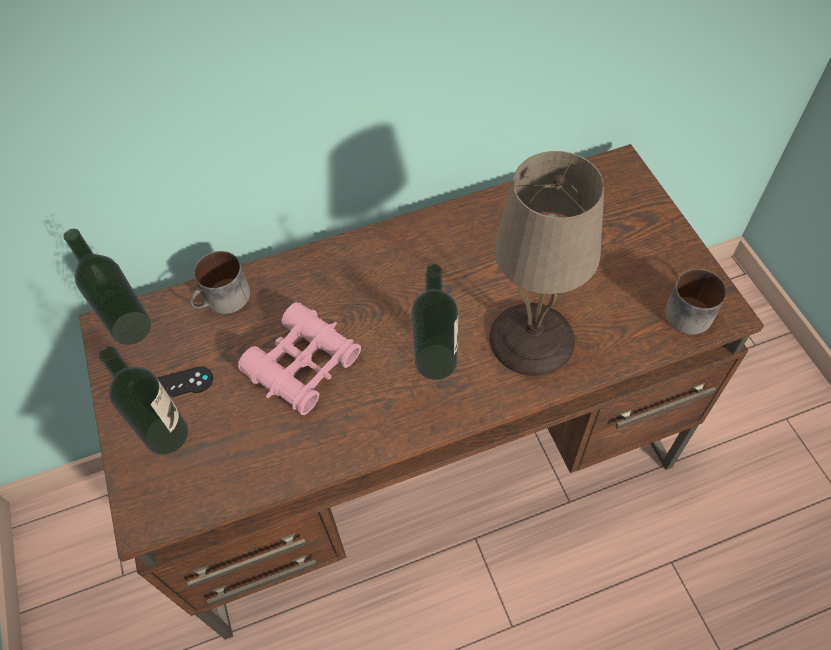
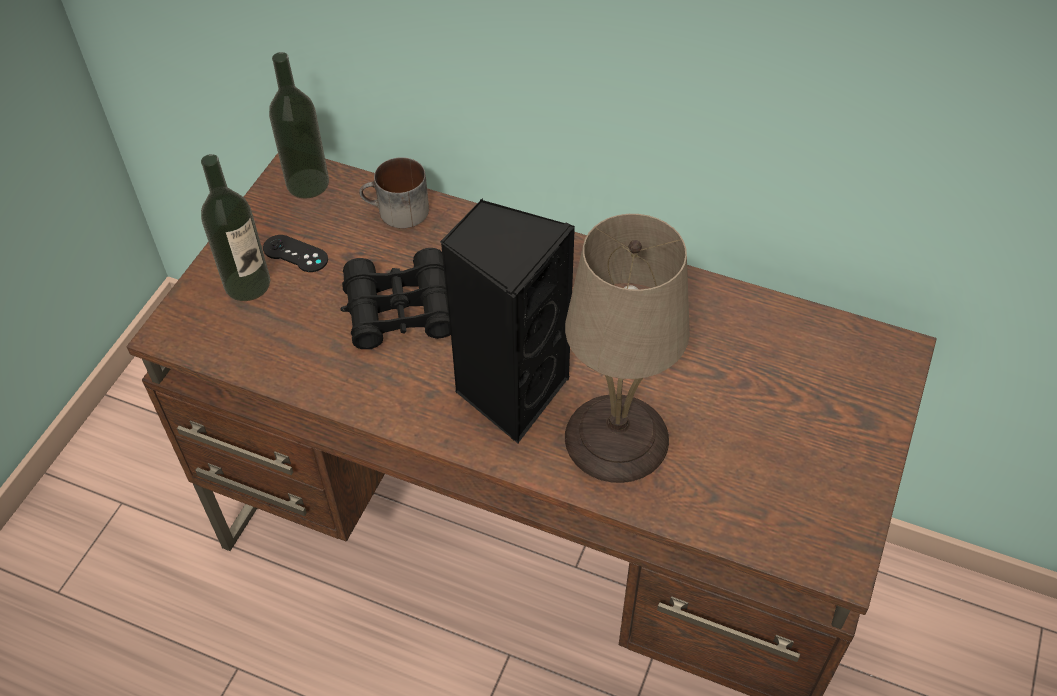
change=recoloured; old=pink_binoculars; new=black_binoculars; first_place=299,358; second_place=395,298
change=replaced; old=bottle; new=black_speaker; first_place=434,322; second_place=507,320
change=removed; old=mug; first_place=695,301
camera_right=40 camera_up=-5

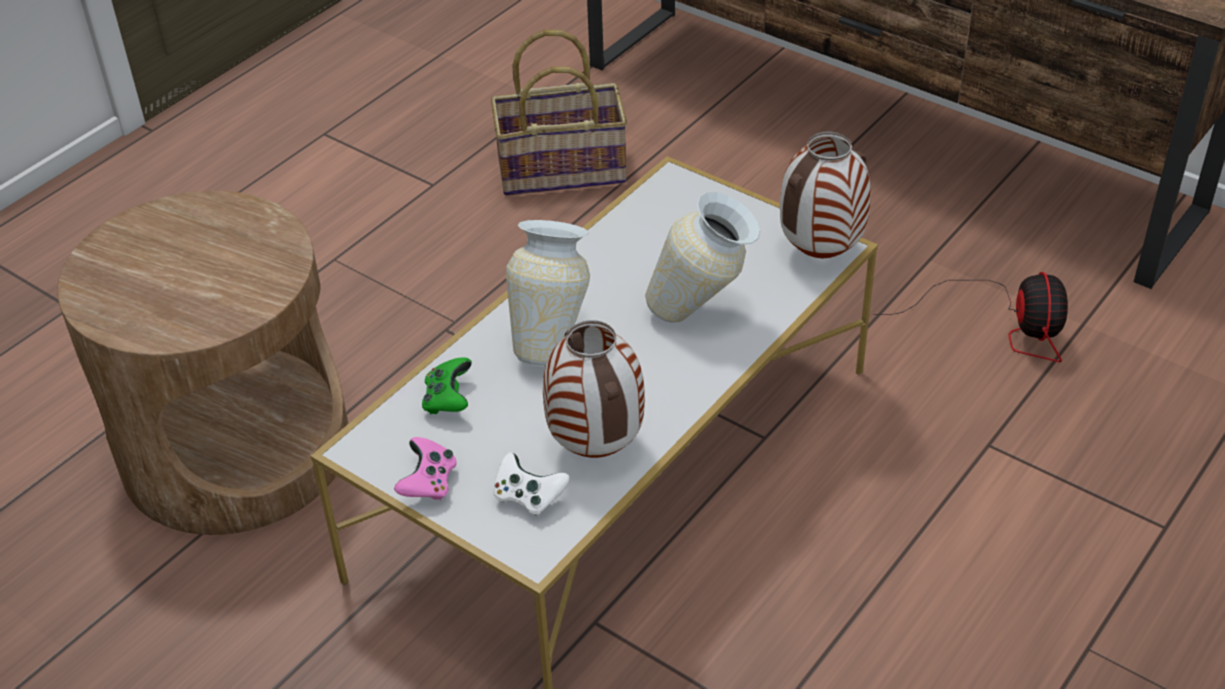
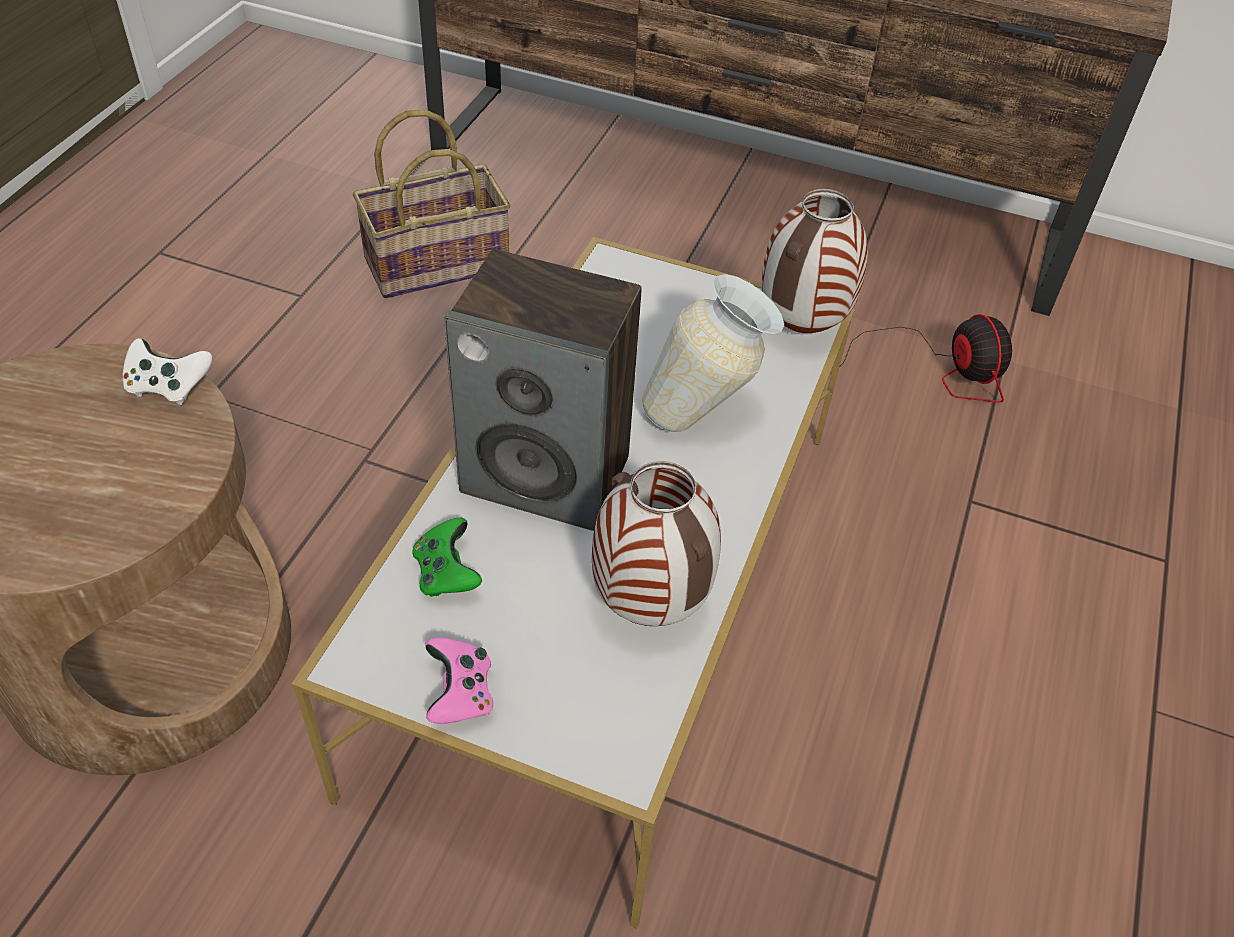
change=moved; old=white_game_controller; first_place=531,484; second_place=167,371
change=replaced; old=vase; new=speaker; first_place=548,293; second_place=542,390
camera_right=-20 camera_up=5

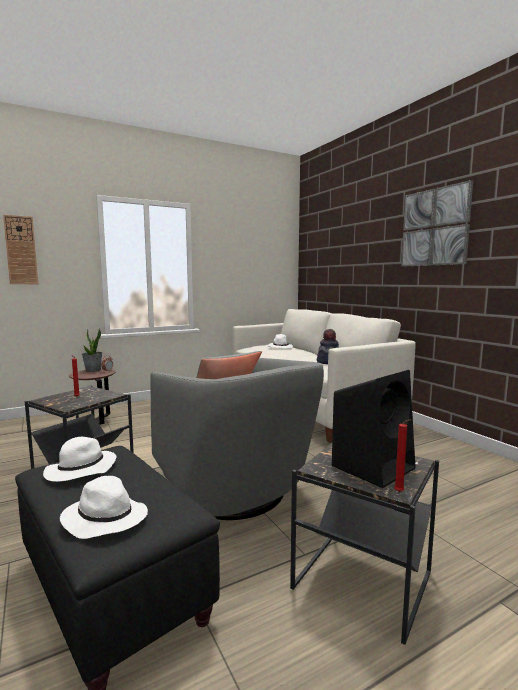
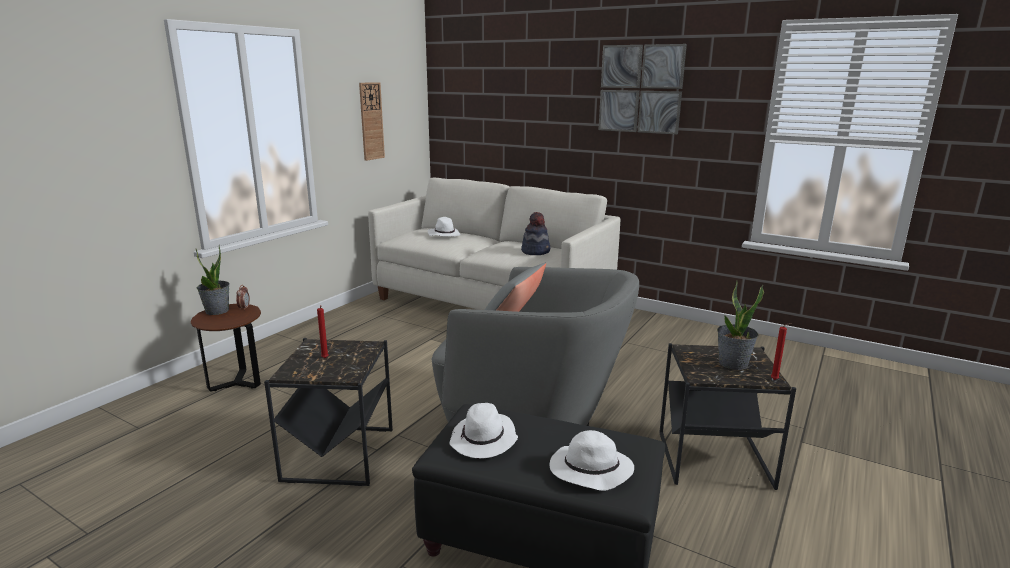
change=moved; old=wall_clock; first_place=20,249; second_place=372,121
change=replaced; old=black_speaker; new=potted_plant; first_place=373,429; second_place=740,325
camera_right=-30 camera_up=10

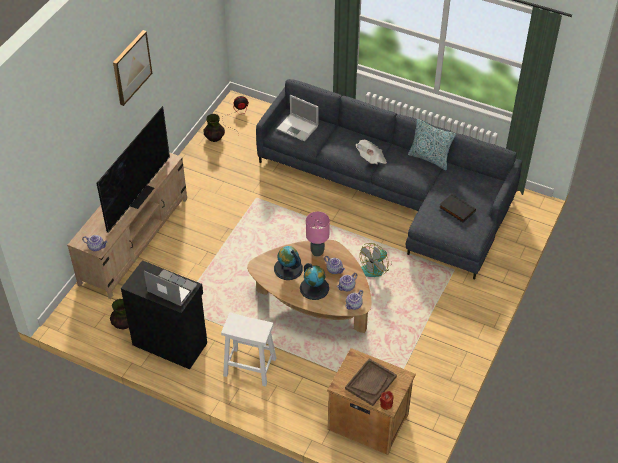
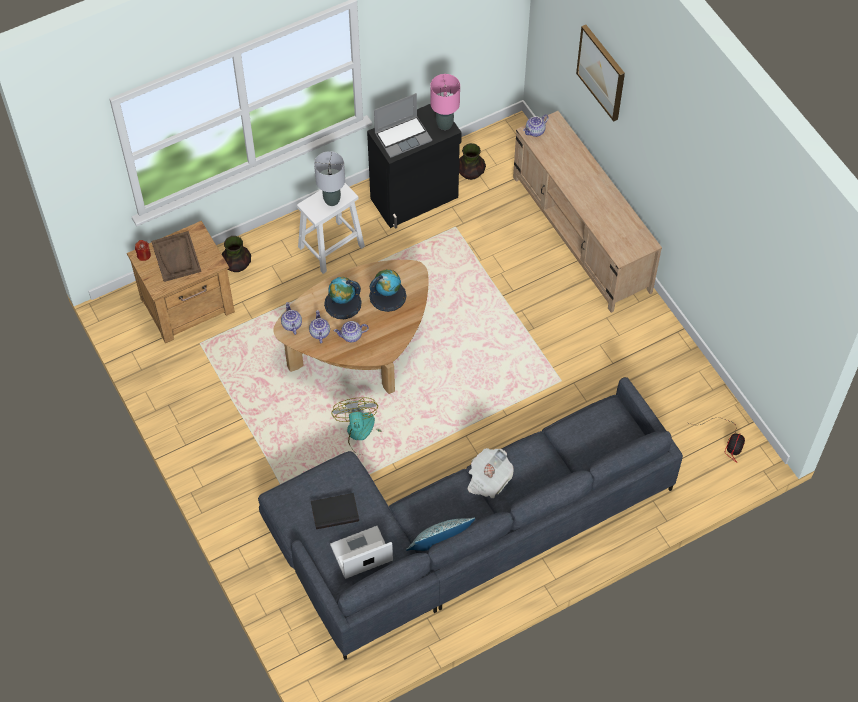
change=removed; old=television; first_place=133,169
change=moved; old=picture; first_place=132,68; second_place=600,73
change=moved; old=vase; first_place=214,128; second_place=236,254
change=moved; old=laptop; first_place=297,118; second_place=361,552
change=moved; old=pink_table_lamp; first_place=318,234; second_place=445,102
change=added; new=grey_table_lamp; second_place=329,178
camera_right=125 camera_up=10

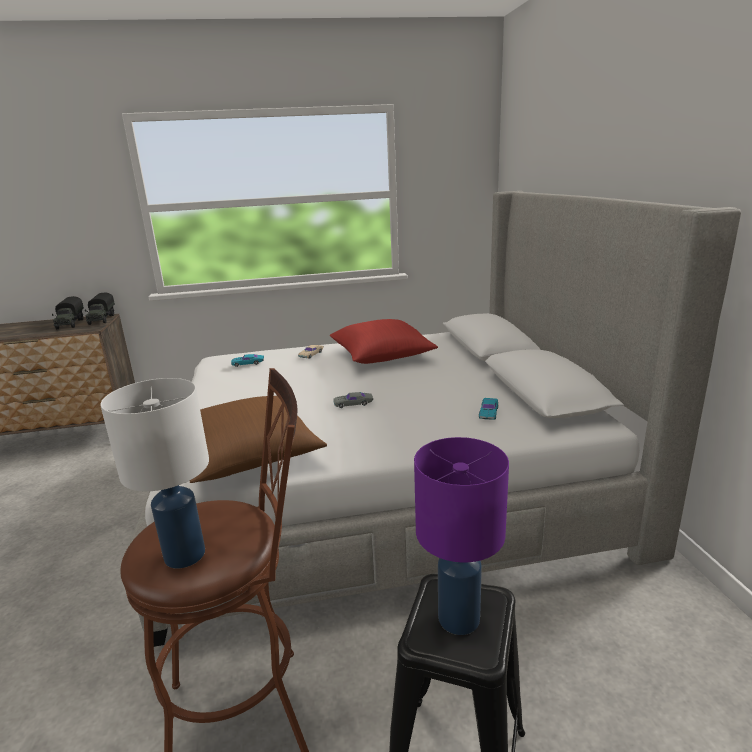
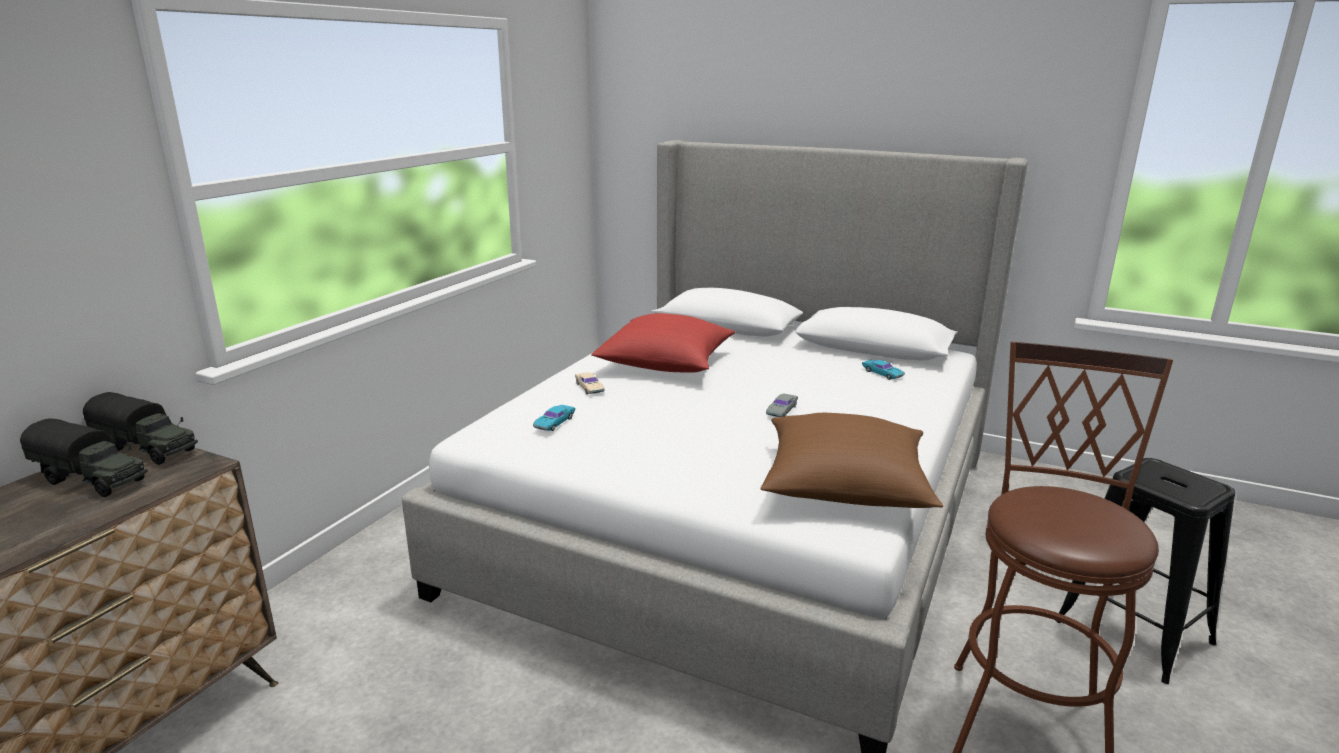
change=removed; old=white_table_lamp; first_place=155,473
change=removed; old=purple_table_lamp; first_place=461,536
camera_right=-55 camera_up=0

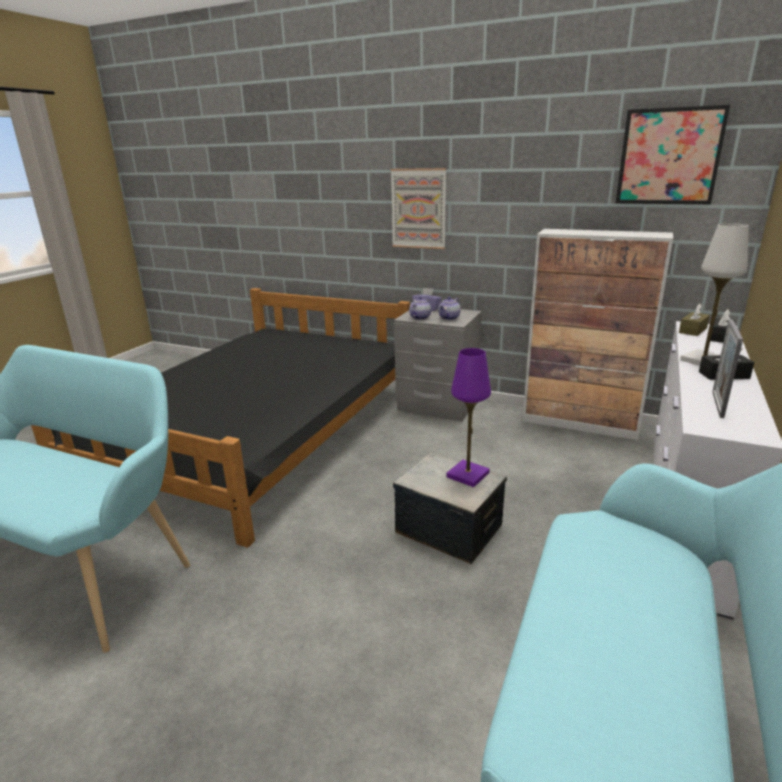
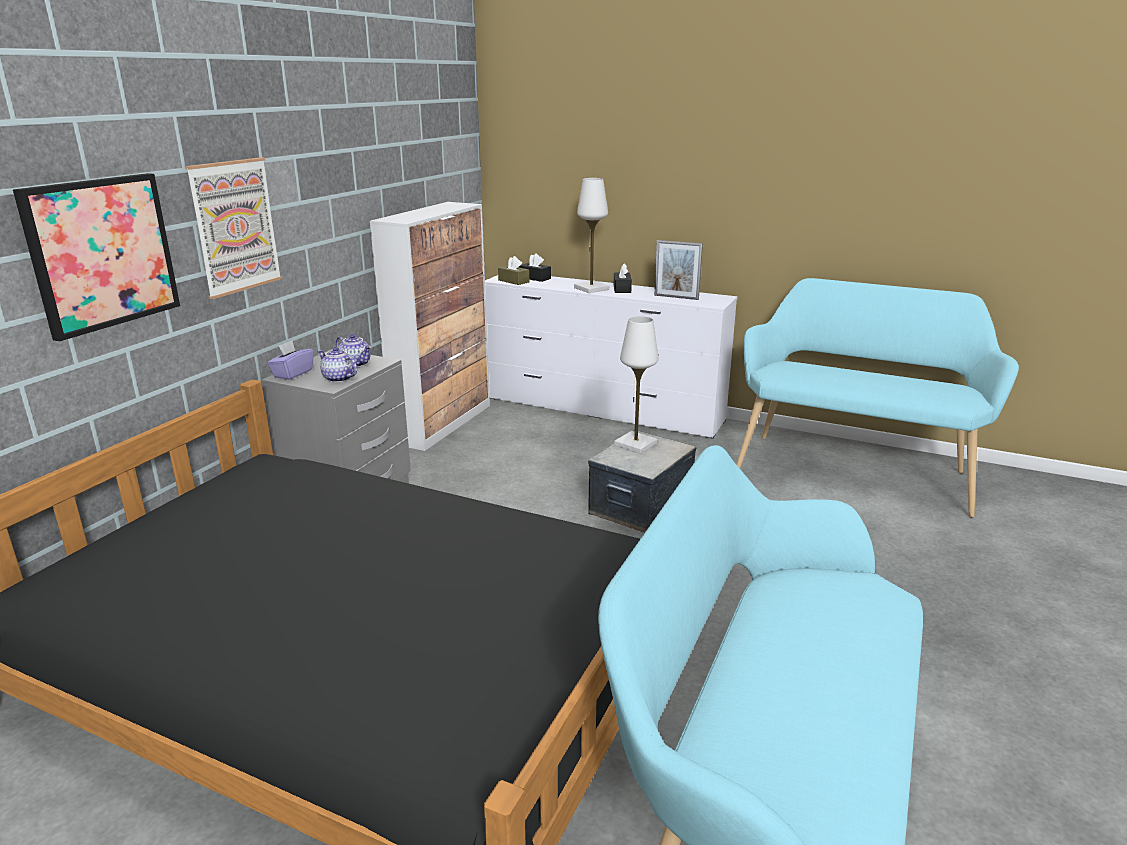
change=recoloured; old=purple_table_lamp; new=white_table_lamp; first_place=468,417; second_place=636,385
change=moved; old=picture; first_place=673,154; second_place=96,257
camera_right=-90 camera_up=0

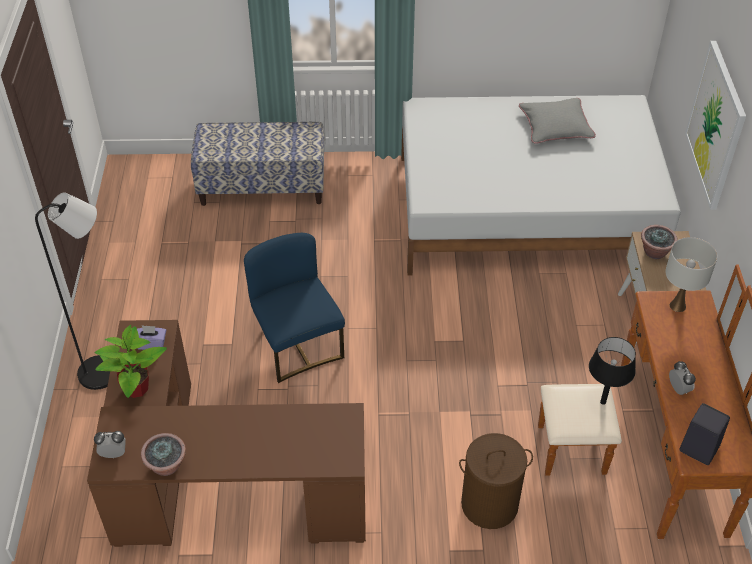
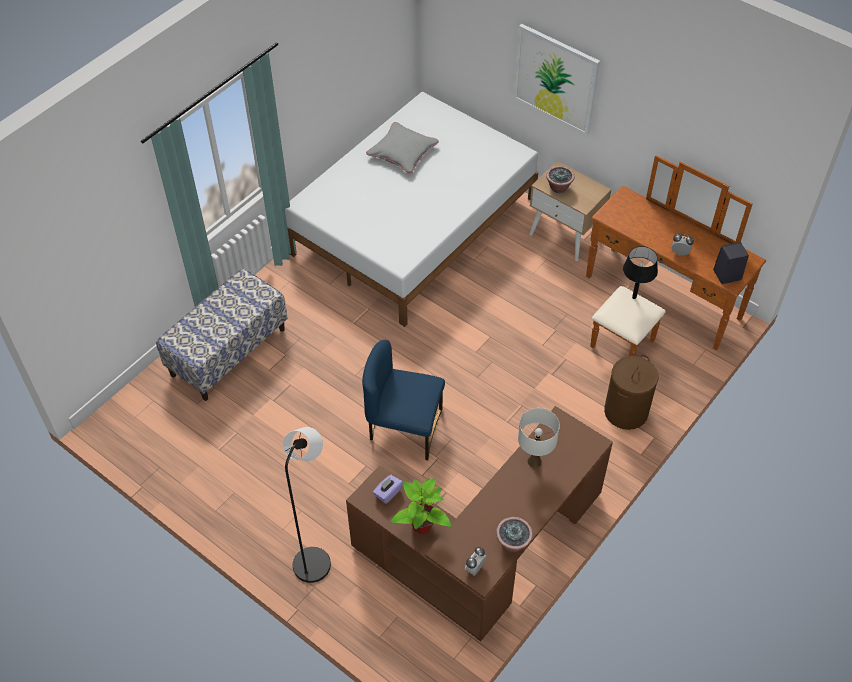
change=moved; old=white_table_lamp; first_place=691,274; second_place=539,438
camera_right=-50 camera_up=5

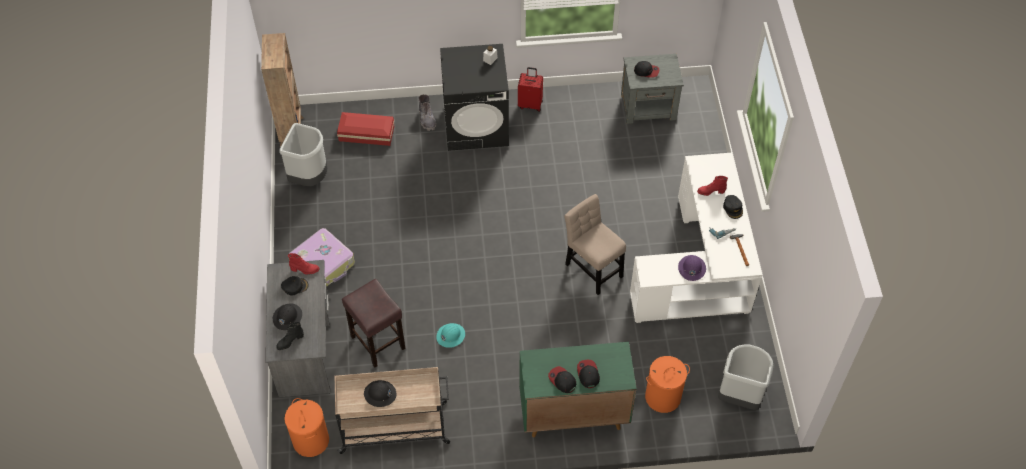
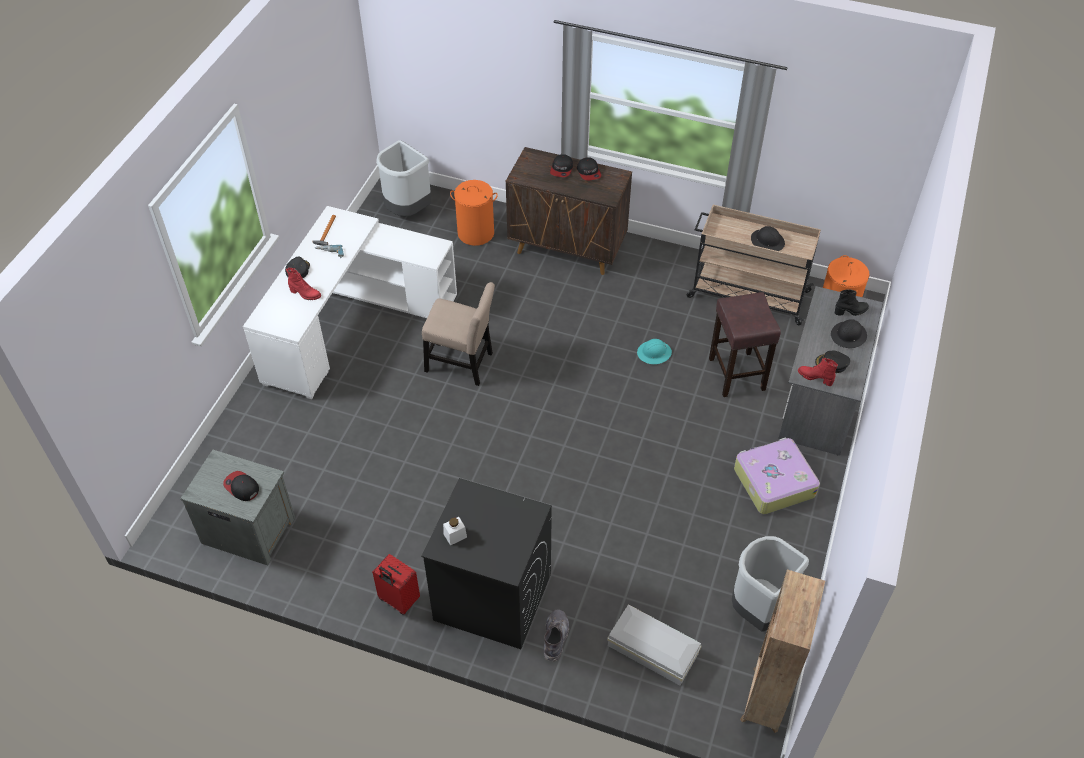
change=recoloured; old=red_storage_box; new=white_storage_box; first_place=365,129; second_place=654,645
change=recoloured; old=green_cabinet; new=brown_cabinet; first_place=578,389; second_place=569,211
change=turned; old=beige_chair; first_place=595,244; second_place=458,334; degrees=-60
change=removed; old=purple_hard_hat; first_place=692,268
camera_right=-155 camera_up=-5

